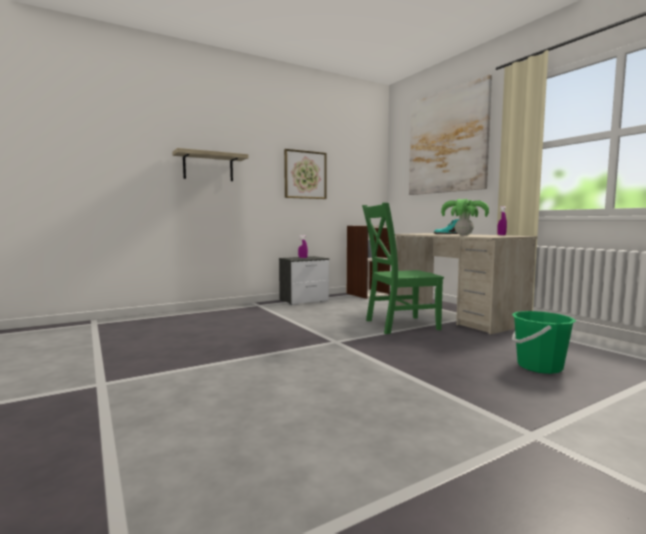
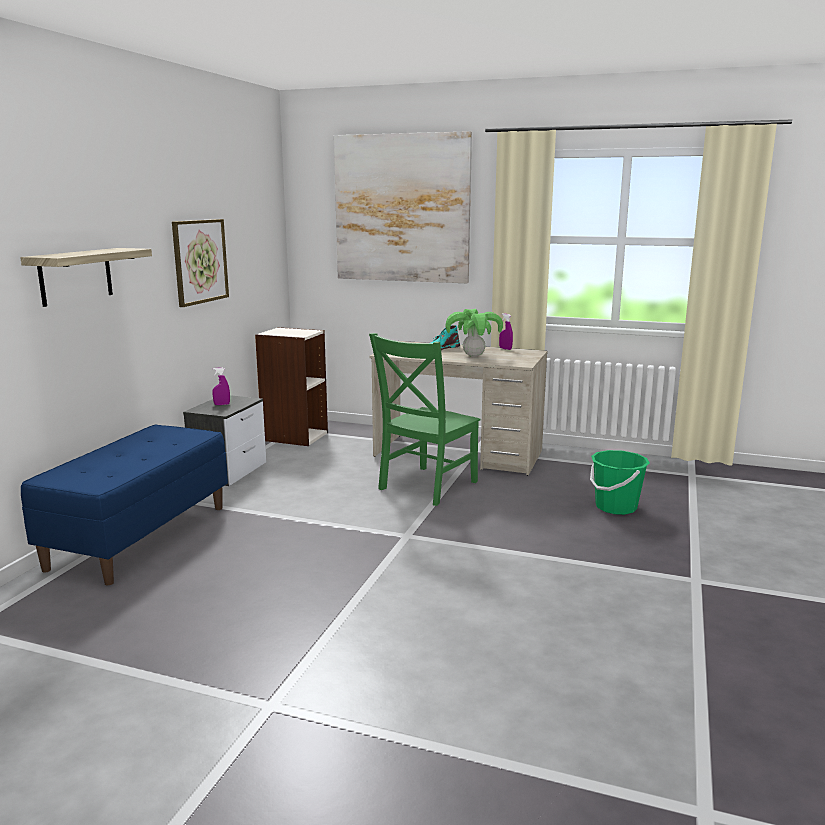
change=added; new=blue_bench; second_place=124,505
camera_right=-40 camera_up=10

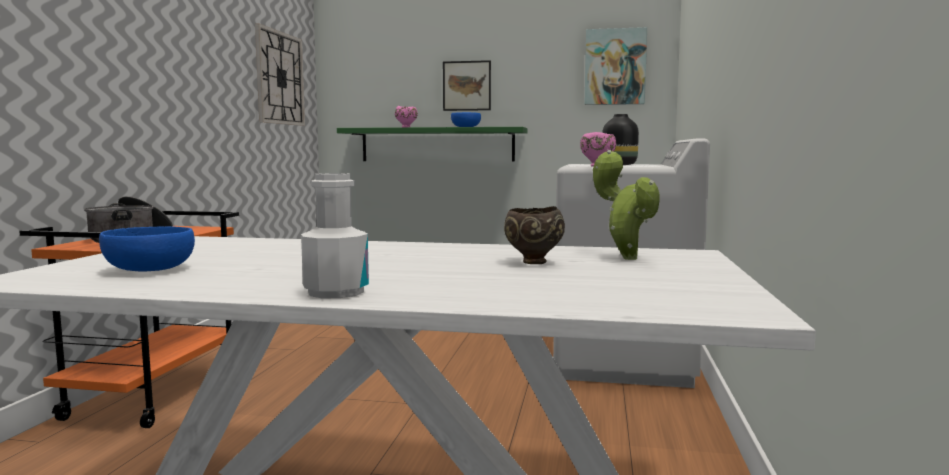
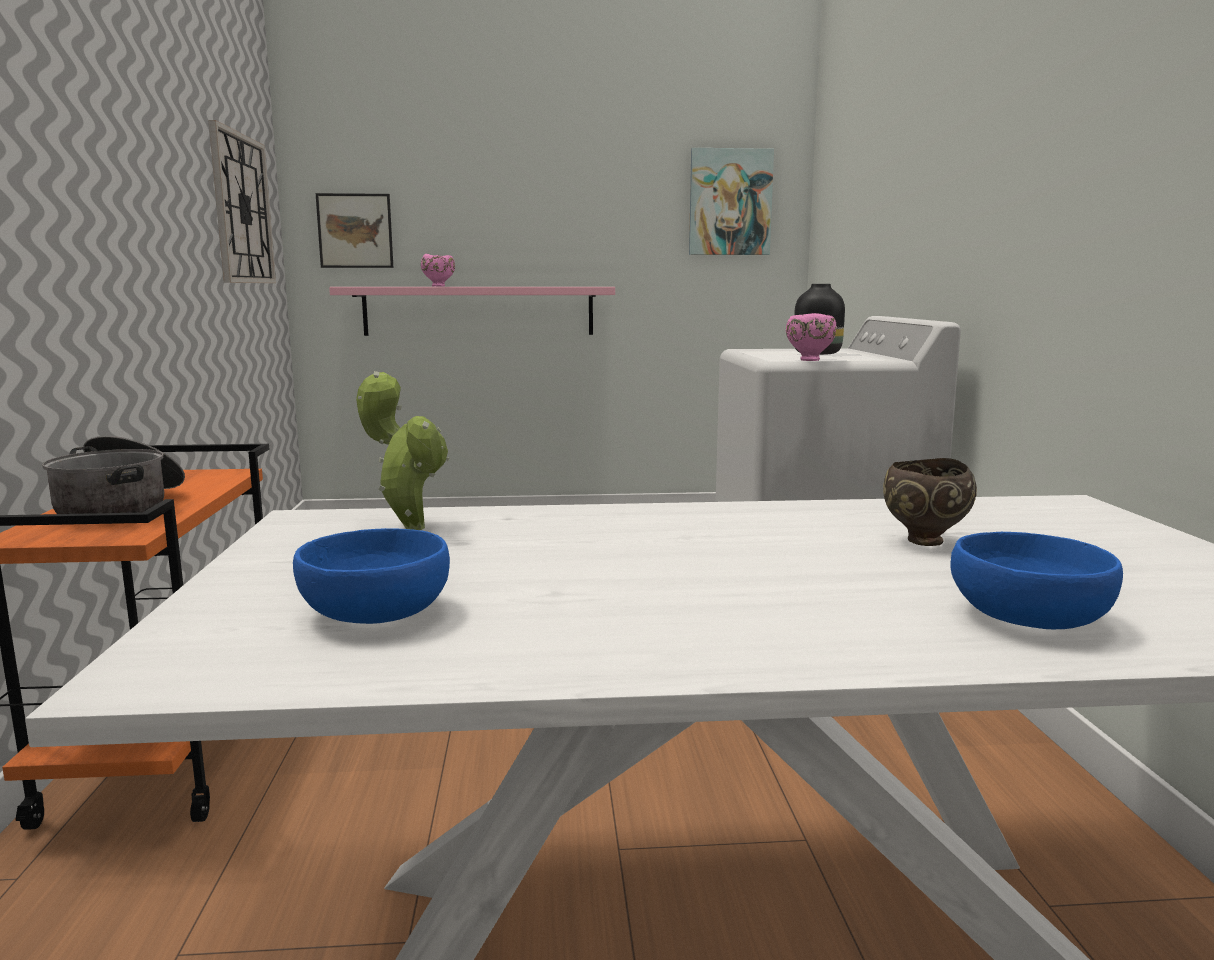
change=removed; old=white_bottle; first_place=335,235
change=recoloured; old=green_shelf; new=pink_shelf; first_place=432,144; second_place=472,311
change=moved; old=picture; first_place=467,85; second_place=354,230
change=moved; old=blue_bowl; first_place=466,119; second_place=1037,580
change=moved; old=potted_plant; first_place=626,205; second_place=403,450
camera_right=-15 camera_up=5

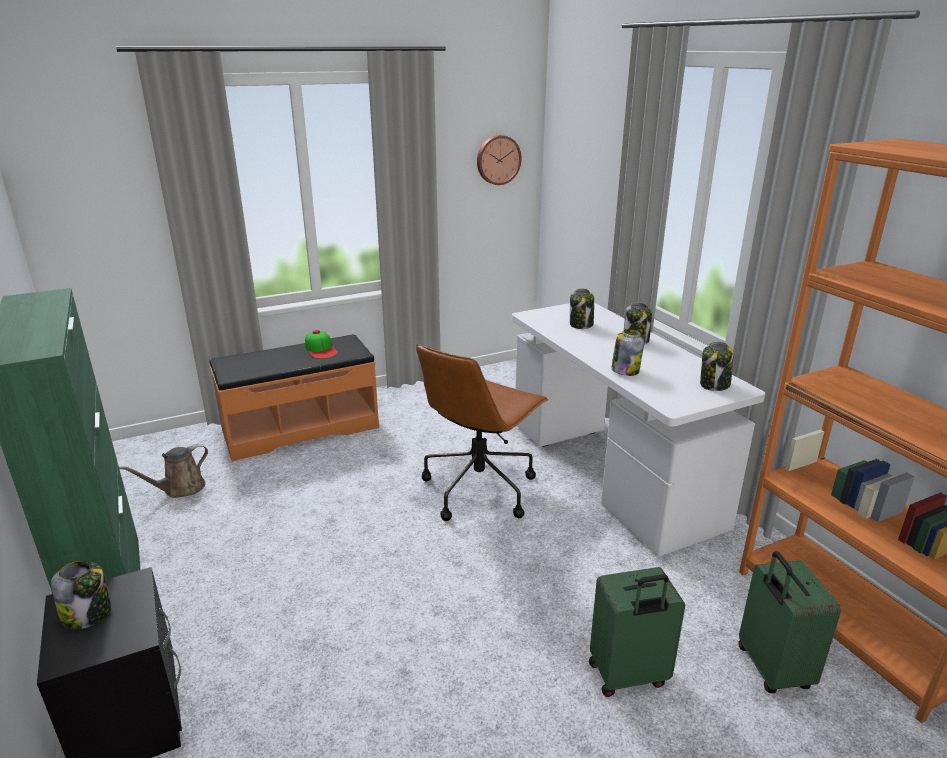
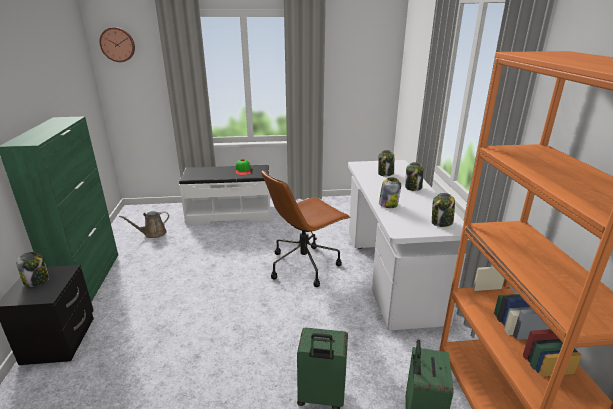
change=recoloured; old=orange_bench; new=white_bench; first_place=294,397; second_place=225,195
change=moved; old=wall_clock; first_place=499,160; second_place=117,44
camera_right=20 camera_up=0

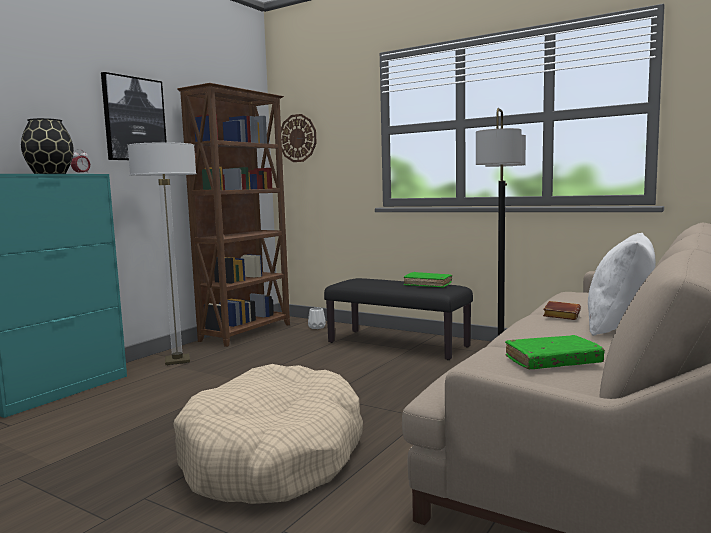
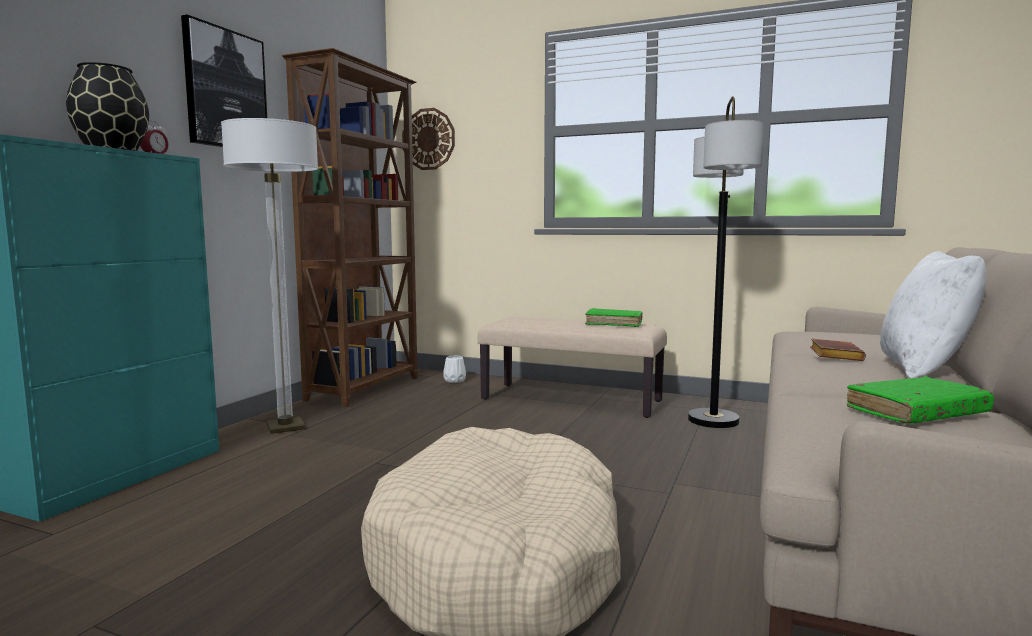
change=recoloured; old=black_bench; new=beige_bench; first_place=398,319; second_place=572,367
camera_right=-10 camera_up=0

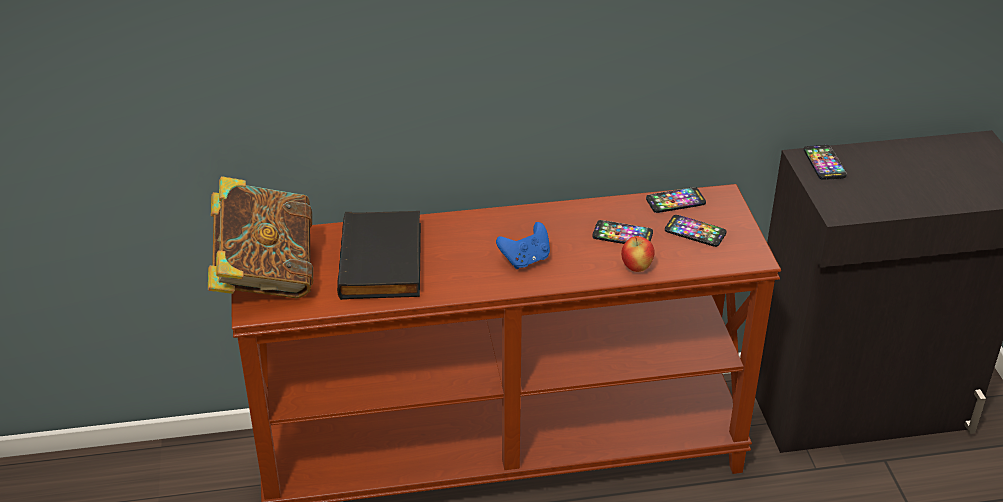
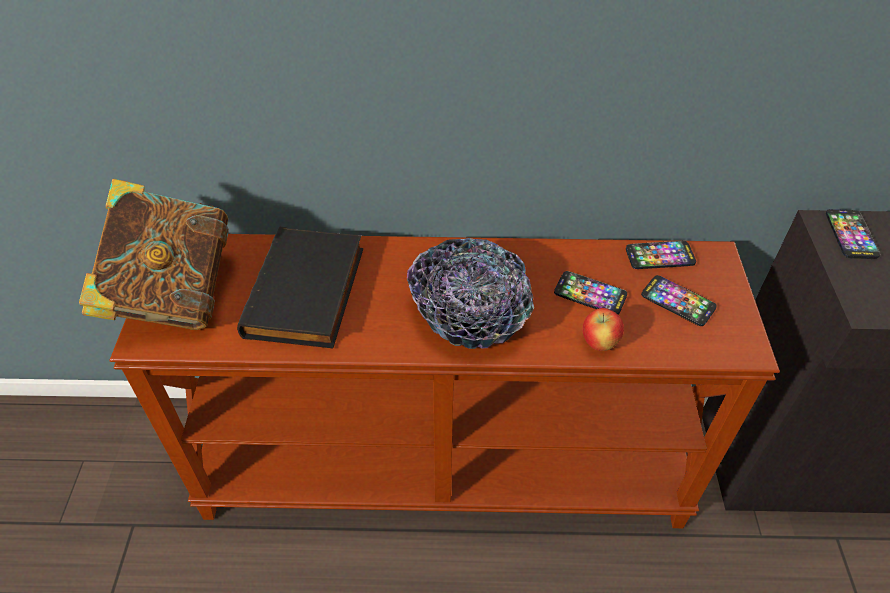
change=replaced; old=blue_game_controller; new=bowl; first_place=523,245; second_place=470,293
camera_right=10 camera_up=10

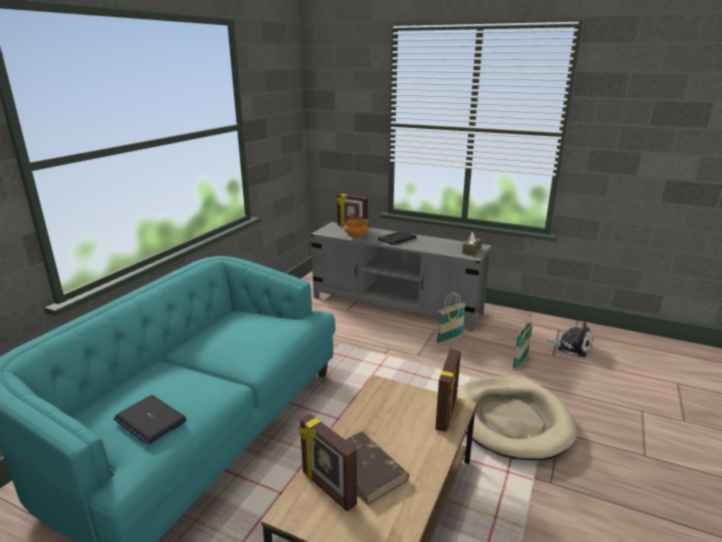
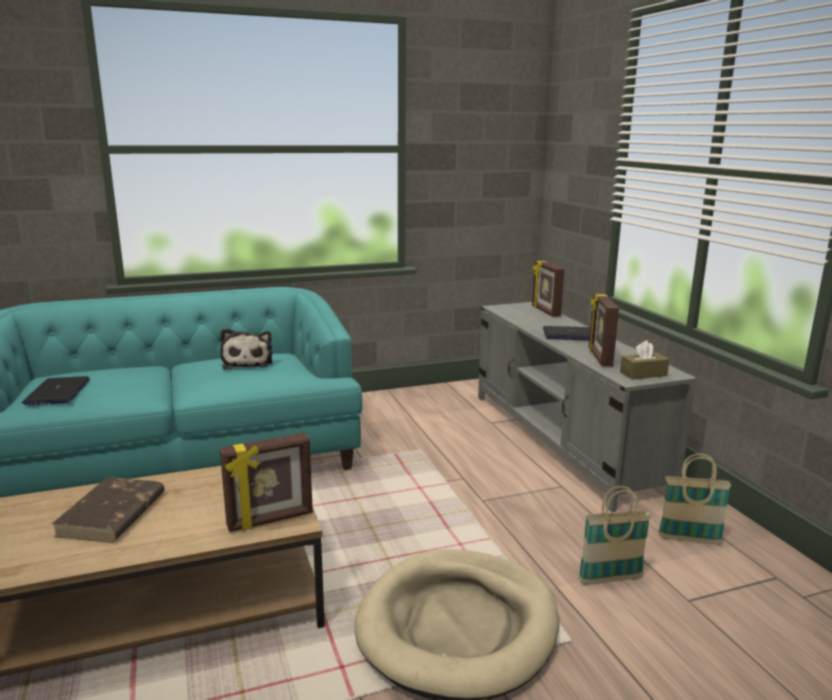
change=moved; old=picture_frame; first_place=327,462; second_place=604,330
change=removed; old=bowl; first_place=356,227
change=moved; old=basket; first_place=451,318; second_place=694,499
change=moved; old=plush_toy; first_place=570,339; second_place=246,349
camera_right=45 camera_up=-5

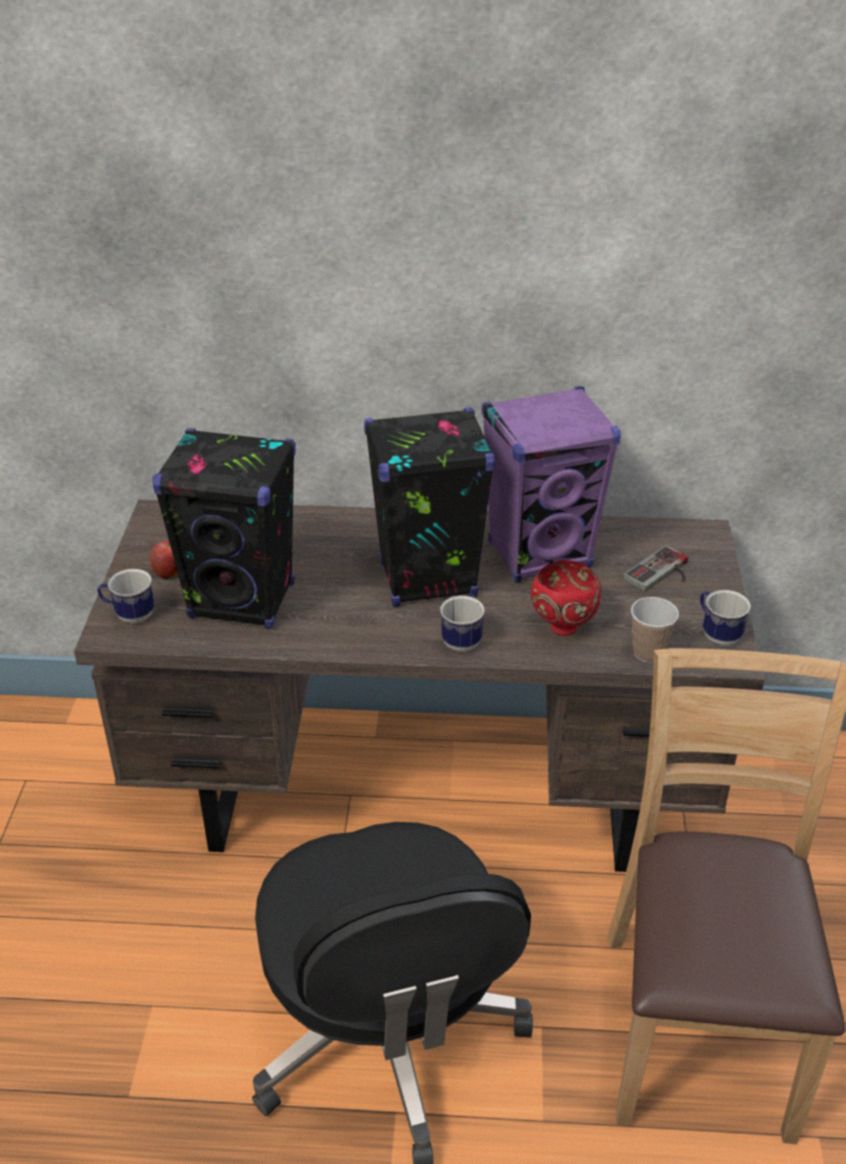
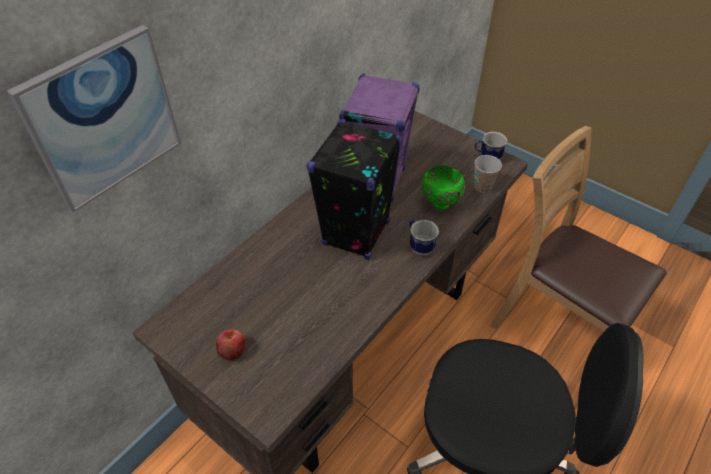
change=removed; old=mug; first_place=125,596
change=removed; old=black_speaker; first_place=224,528
change=recoloured; old=red_bowl; new=green_bowl; first_place=566,598; second_place=443,187
change=removed; old=game_controller; first_place=655,568
change=added; new=picture; second_place=94,118
camera_right=-55 camera_up=10

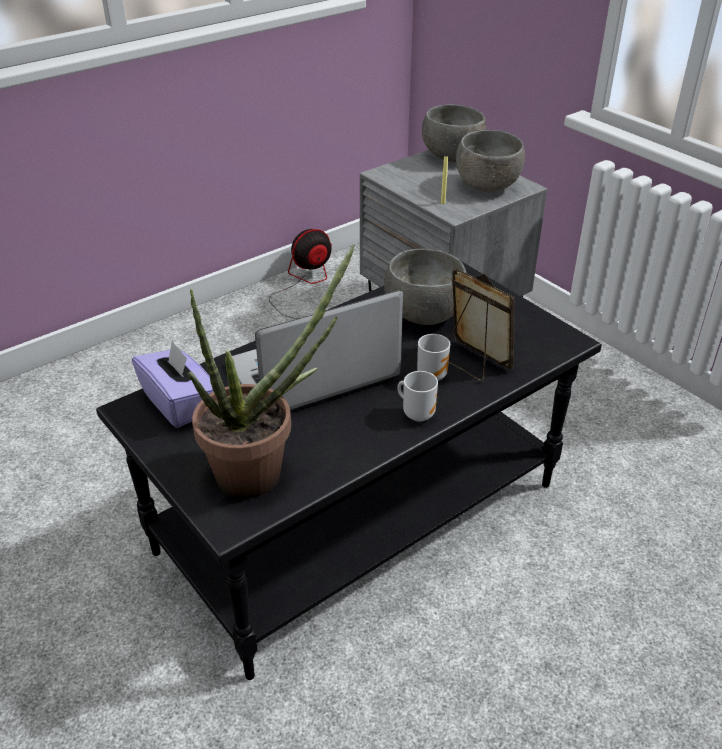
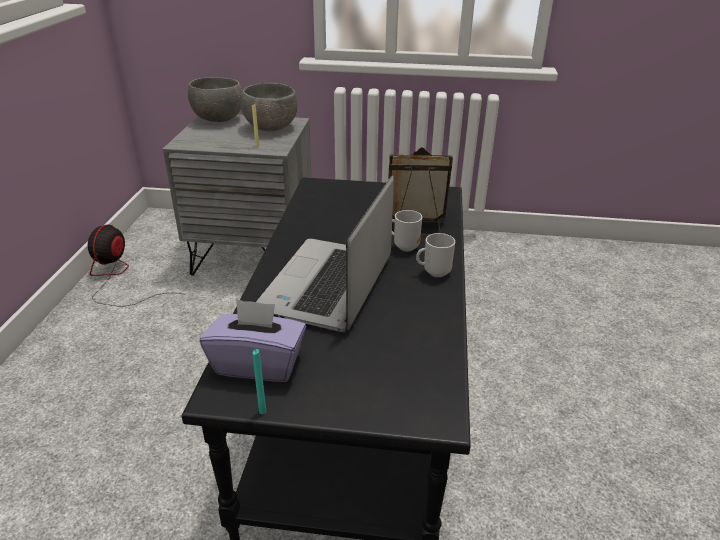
change=removed; old=potted_plant; first_place=271,371
change=removed; old=grey_bowl; first_place=425,287
change=added; new=turquoise_candle; second_place=259,381
camera_right=-45 camera_up=-5

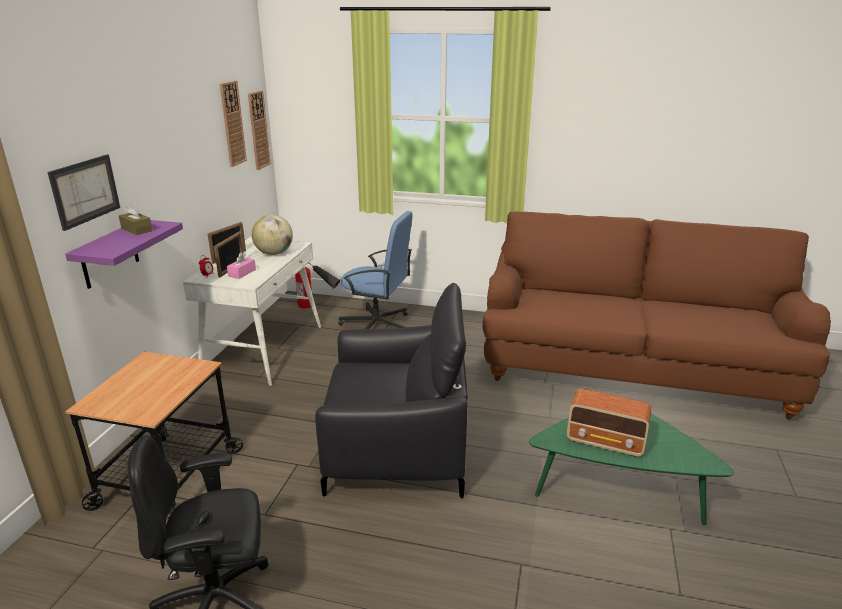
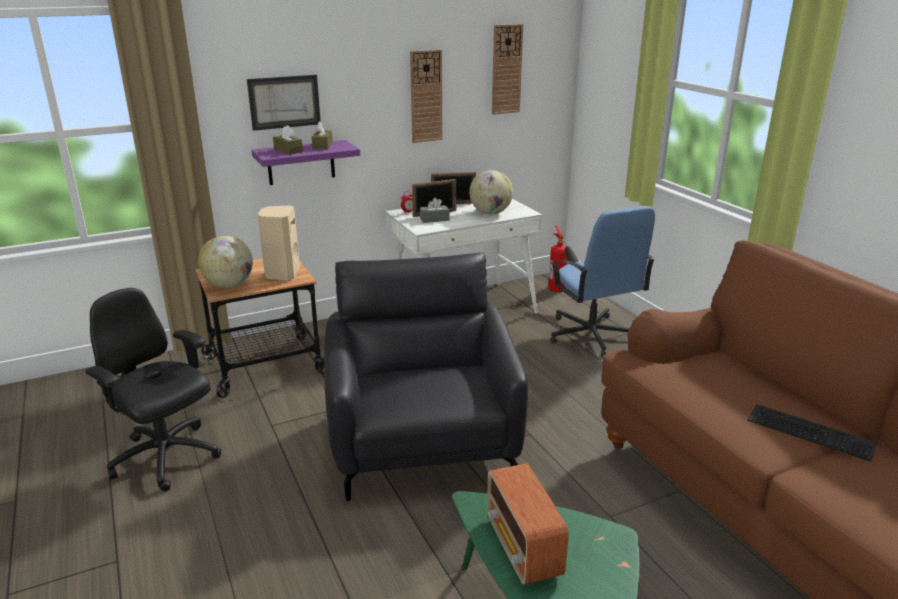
change=recoloured; old=pink_tissue_box; new=grey_tissue_box; first_place=241,265; second_place=434,210
change=moved; old=wall_clock; first_place=259,130; second_place=426,96
change=turned; old=black_armchair; first_place=391,390; second_place=426,376; degrees=-150
change=added; new=globe; second_place=225,262
change=added; new=beige_speaker; second_place=279,243
change=added; new=brown_tissue_box; second_place=288,140
change=added; new=keyboard; second_place=812,433
camera_right=50 camera_up=0

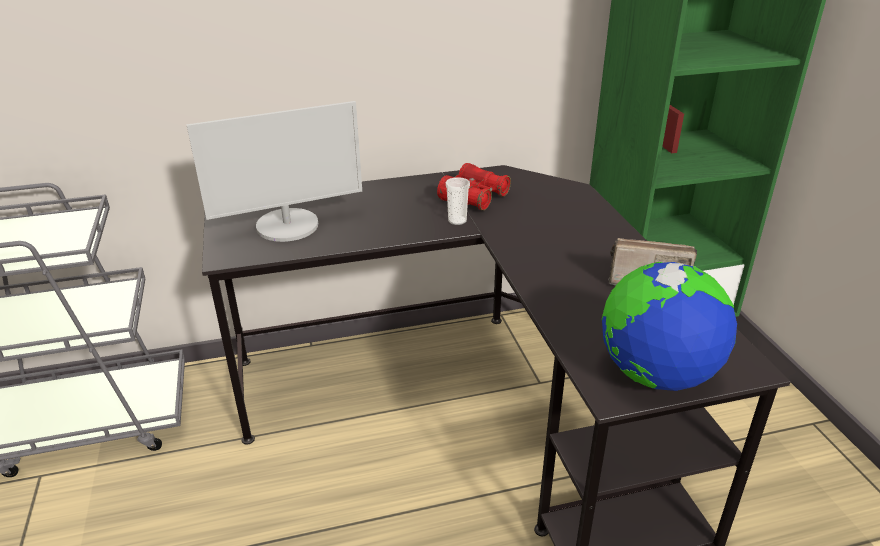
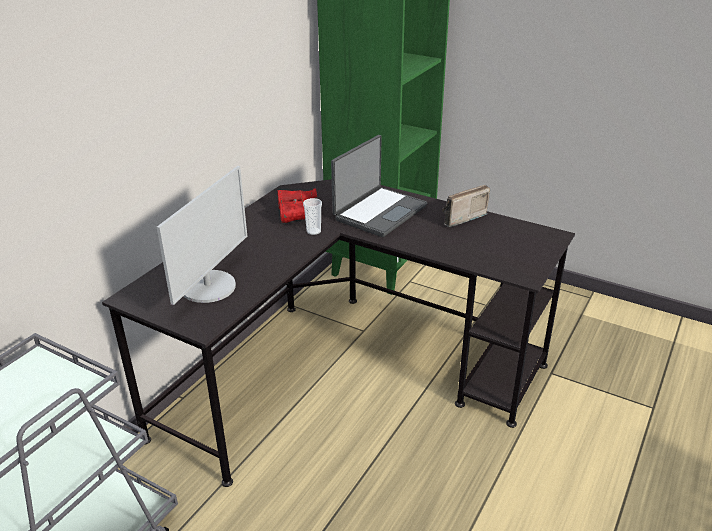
change=removed; old=globe; first_place=669,326
change=added; new=laptop; second_place=379,186
camera_right=-45 camera_up=0

